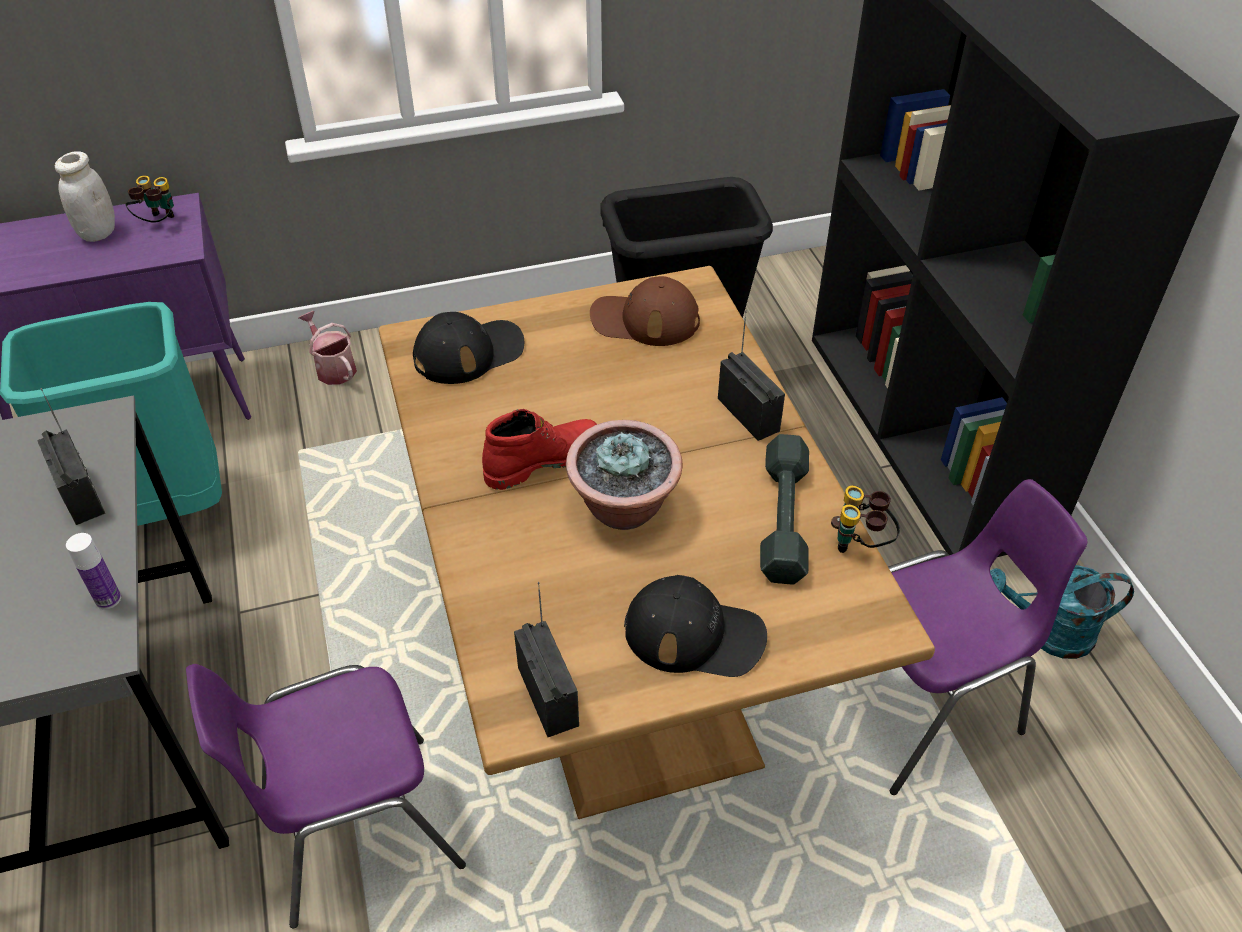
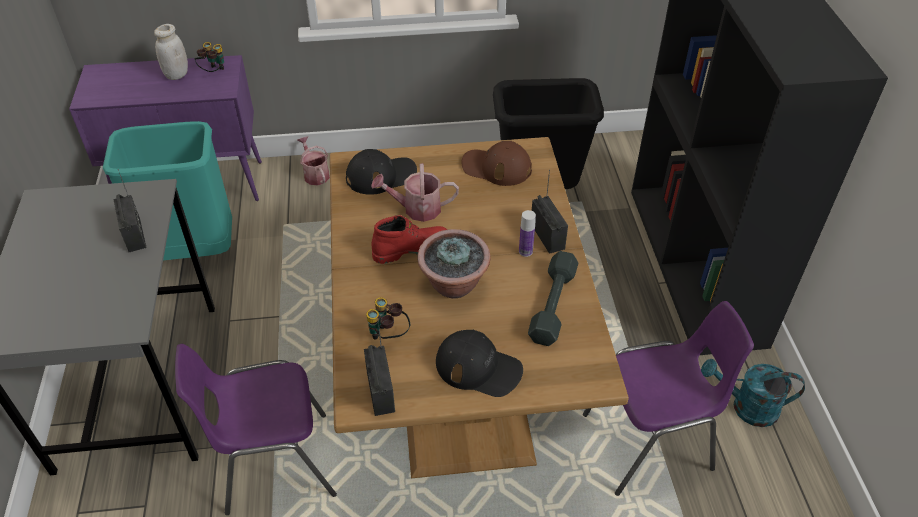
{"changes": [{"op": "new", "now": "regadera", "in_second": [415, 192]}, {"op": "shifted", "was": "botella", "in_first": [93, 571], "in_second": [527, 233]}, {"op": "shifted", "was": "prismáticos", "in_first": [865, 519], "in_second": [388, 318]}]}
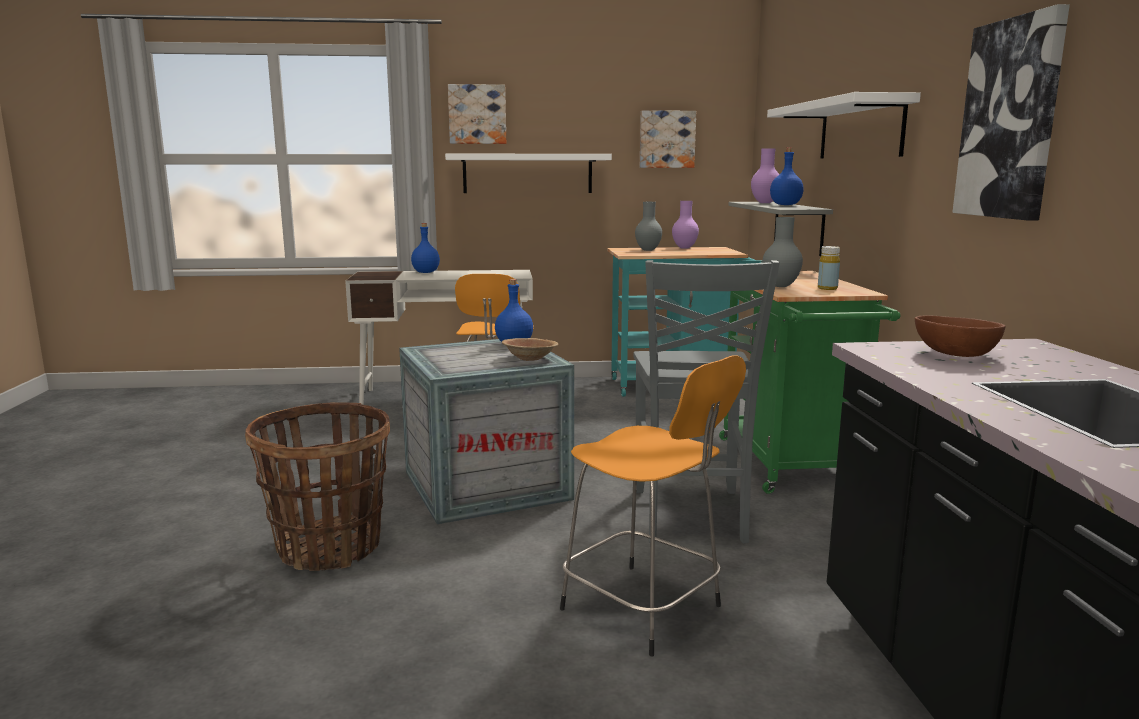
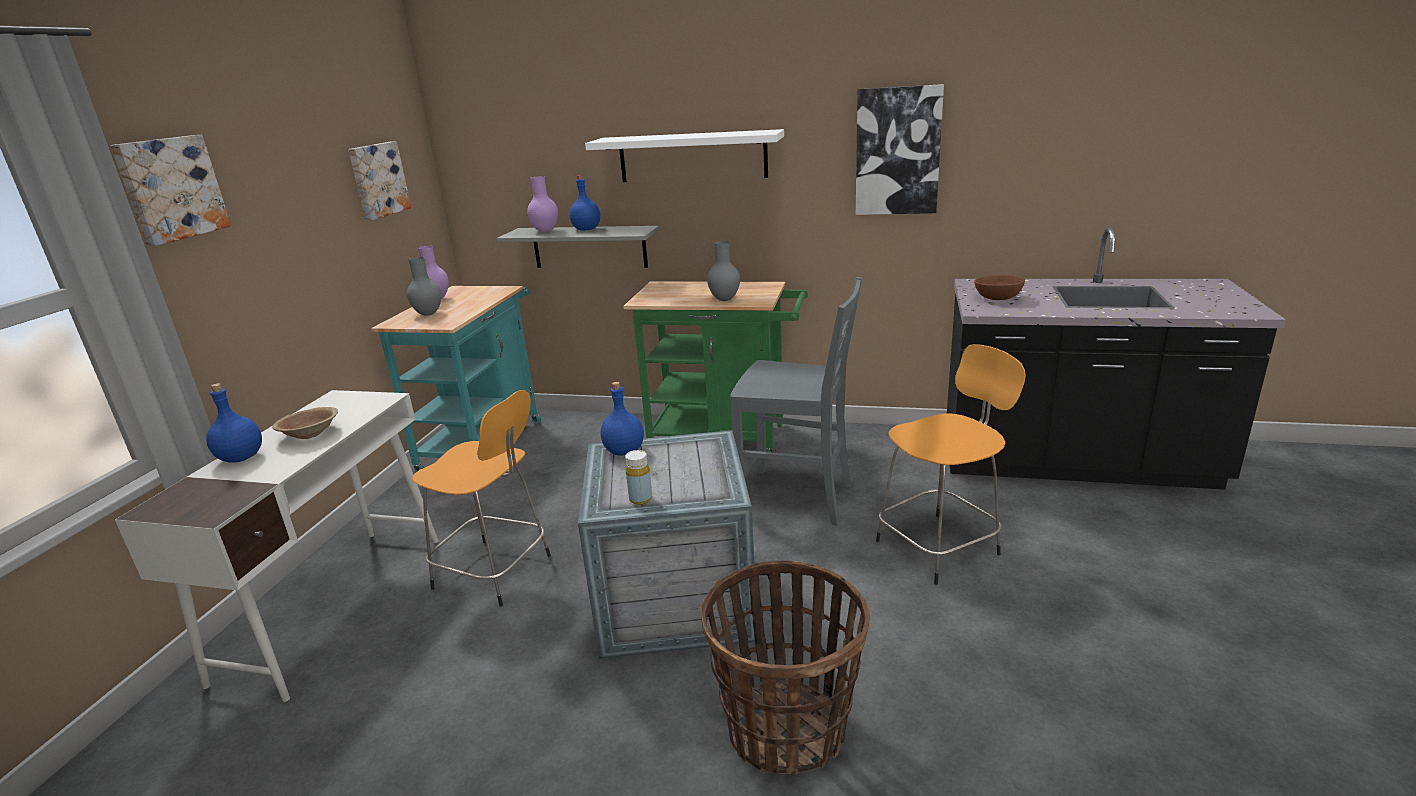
{"changes": [{"op": "gone", "was": "estante (blanco)", "in_first": [528, 173]}, {"op": "shifted", "was": "cuenco (marrón)", "in_first": [530, 349], "in_second": [305, 423]}, {"op": "shifted", "was": "botella (amarillo)", "in_first": [829, 268], "in_second": [638, 477]}]}
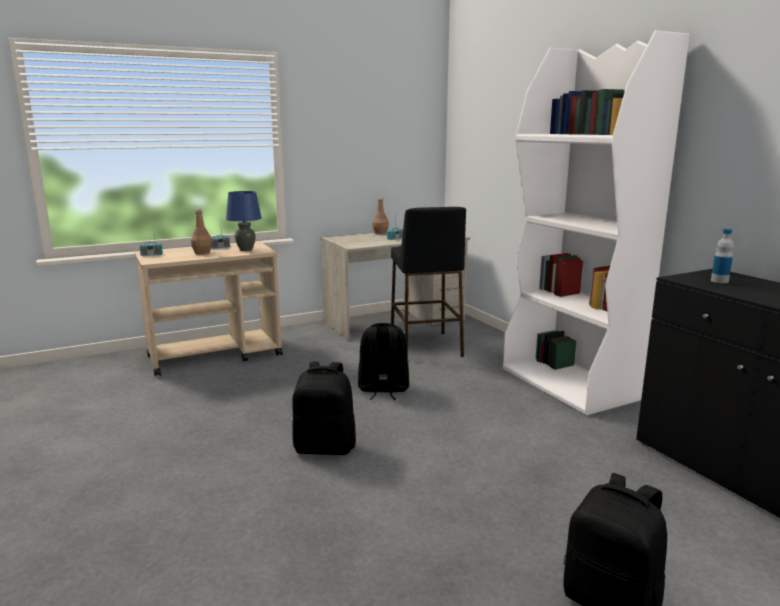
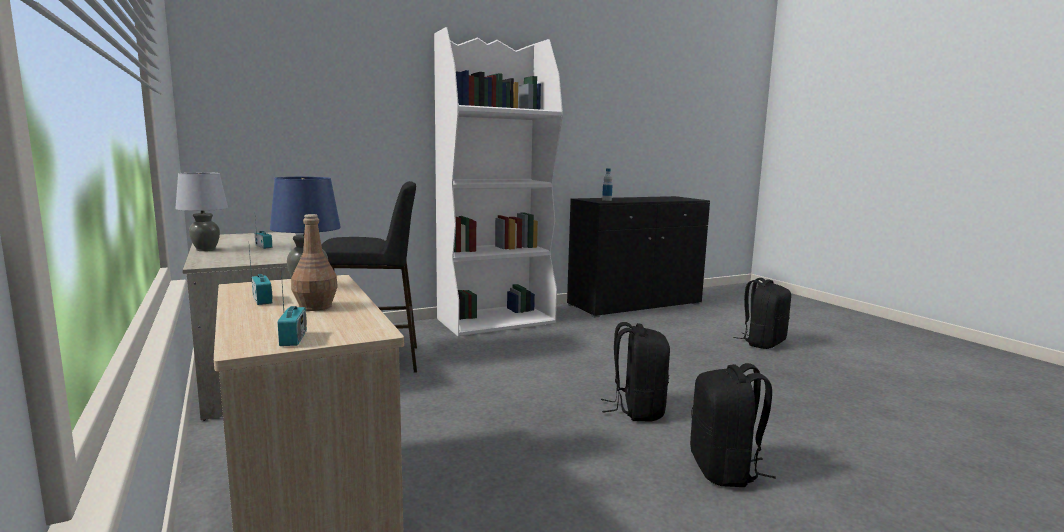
{"changes": [{"op": "shifted", "was": "mochila (negro)", "in_first": [383, 361], "in_second": [733, 425]}, {"op": "swapped", "was": "botella (marrón)", "now": "lámpara de mesa (gris)", "in_first": [380, 216], "in_second": [201, 211]}]}
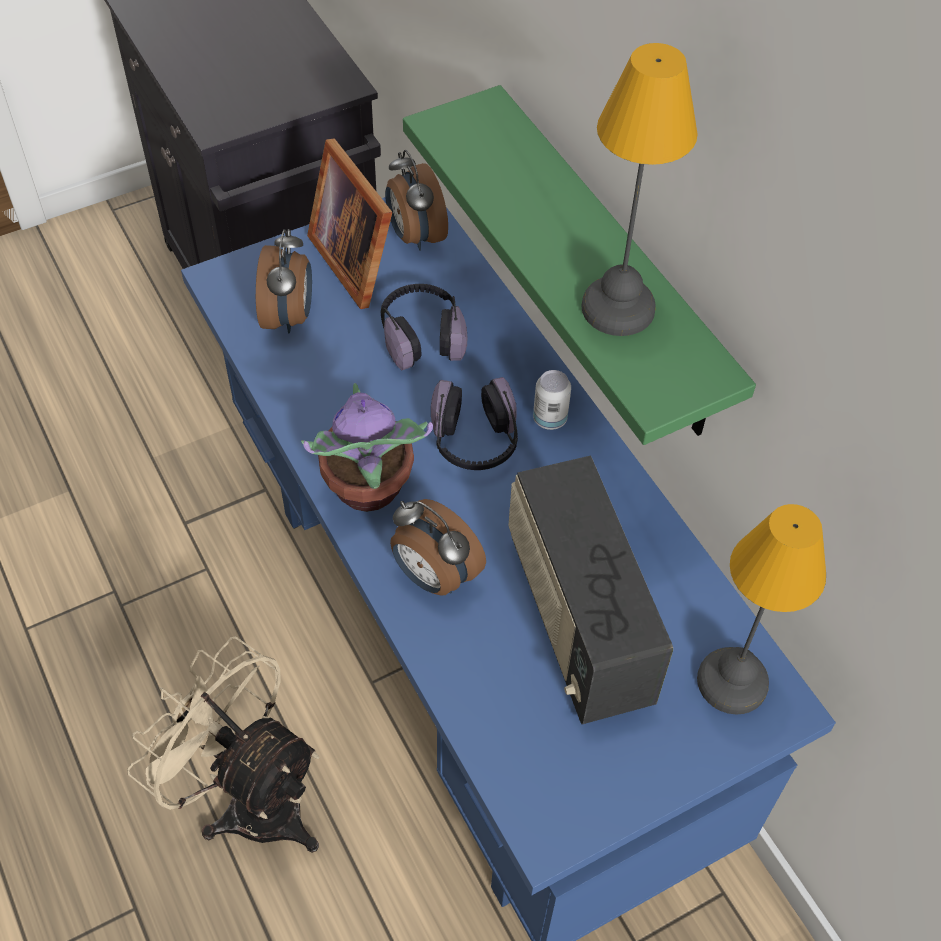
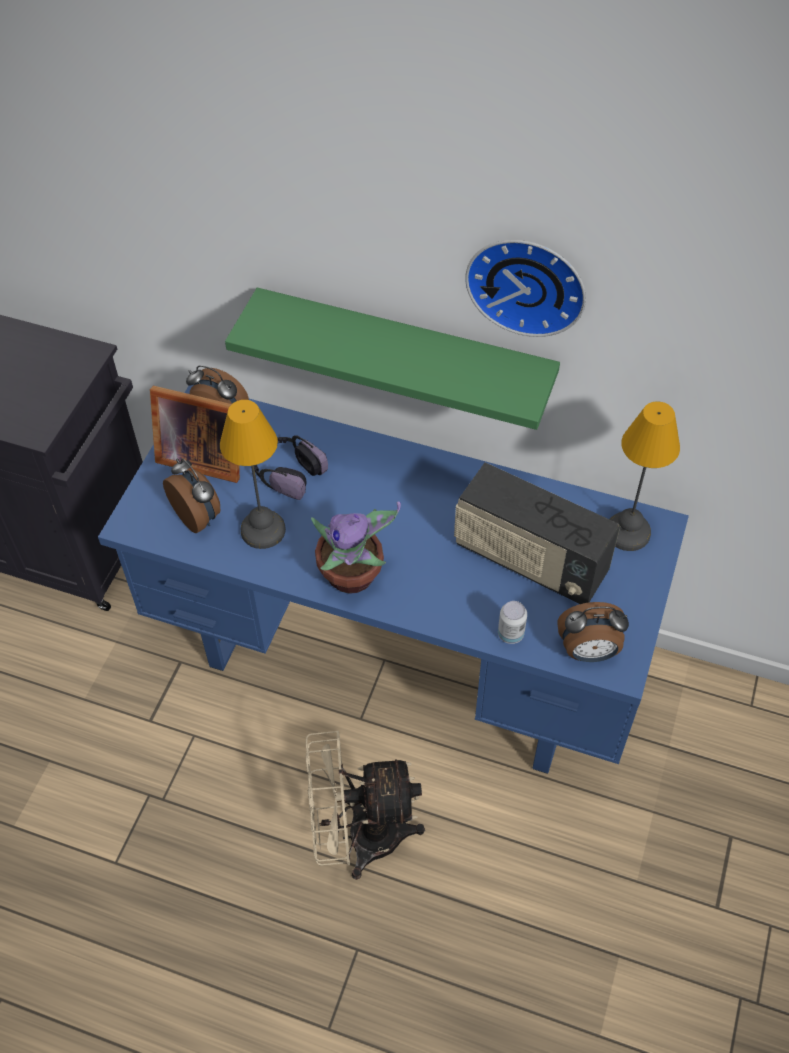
{"changes": [{"op": "gone", "was": "auriculares", "in_first": [474, 423]}, {"op": "new", "now": "reloj de pared", "in_second": [525, 288]}, {"op": "shifted", "was": "despertador", "in_first": [438, 547], "in_second": [593, 632]}, {"op": "shifted", "was": "lata", "in_first": [552, 400], "in_second": [512, 622]}, {"op": "shifted", "was": "lámpara de mesa", "in_first": [639, 189], "in_second": [253, 474]}]}
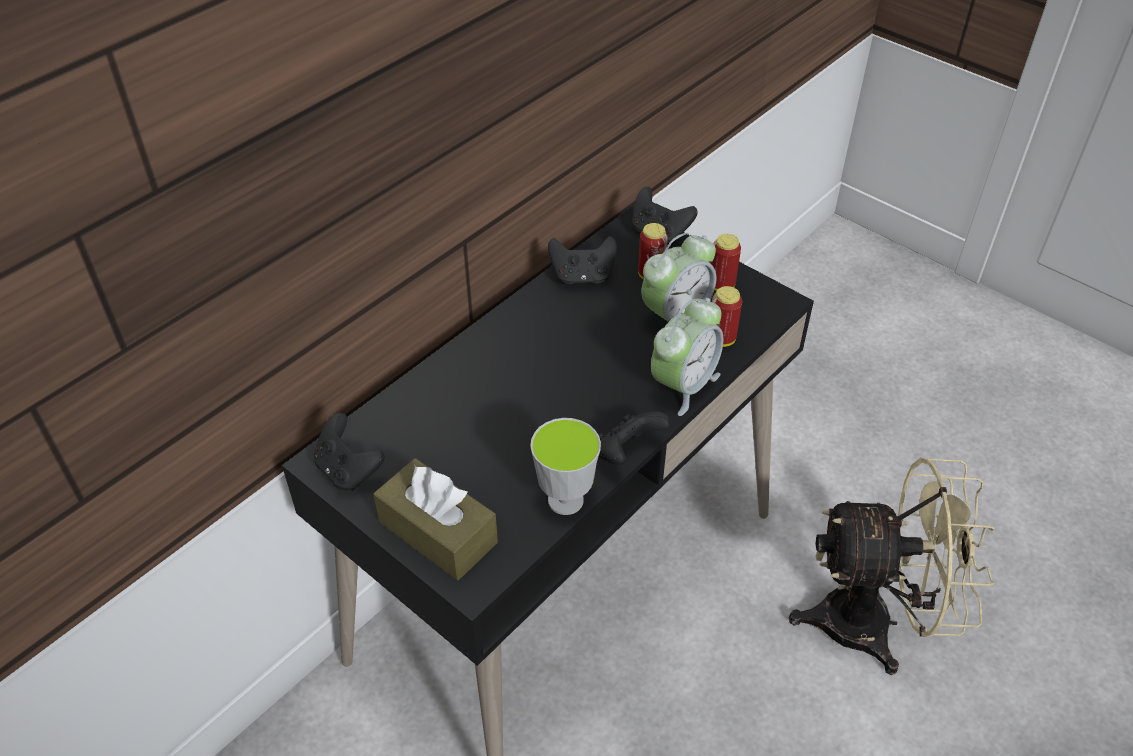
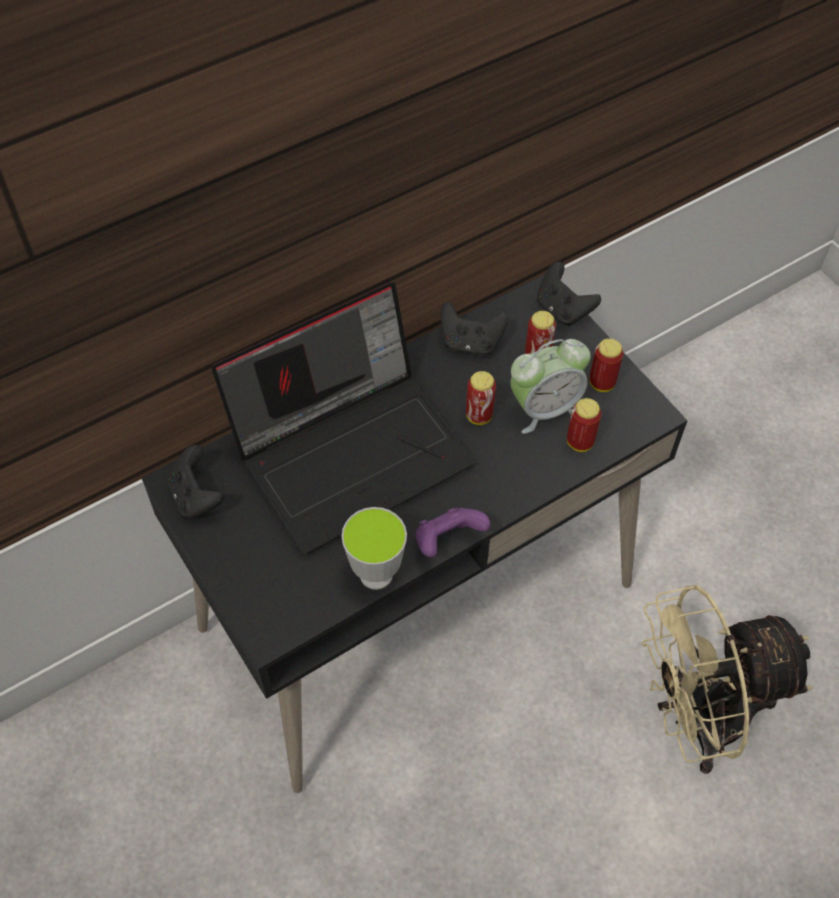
{"changes": [{"op": "gone", "was": "caja de pañuelos (marrón)", "in_first": [435, 519]}, {"op": "gone", "was": "despertador", "in_first": [687, 357]}, {"op": "new", "now": "portátil", "in_second": [343, 418]}, {"op": "new", "now": "lata", "in_second": [481, 398]}, {"op": "repainted", "was": "mando de consola (negro)", "now": "mando de consola (morado)", "in_first": [635, 438], "in_second": [453, 532]}, {"op": "rotated", "was": "ventilador (beis)", "in_first": [891, 566], "in_second": [727, 679], "clockwise": 150}]}
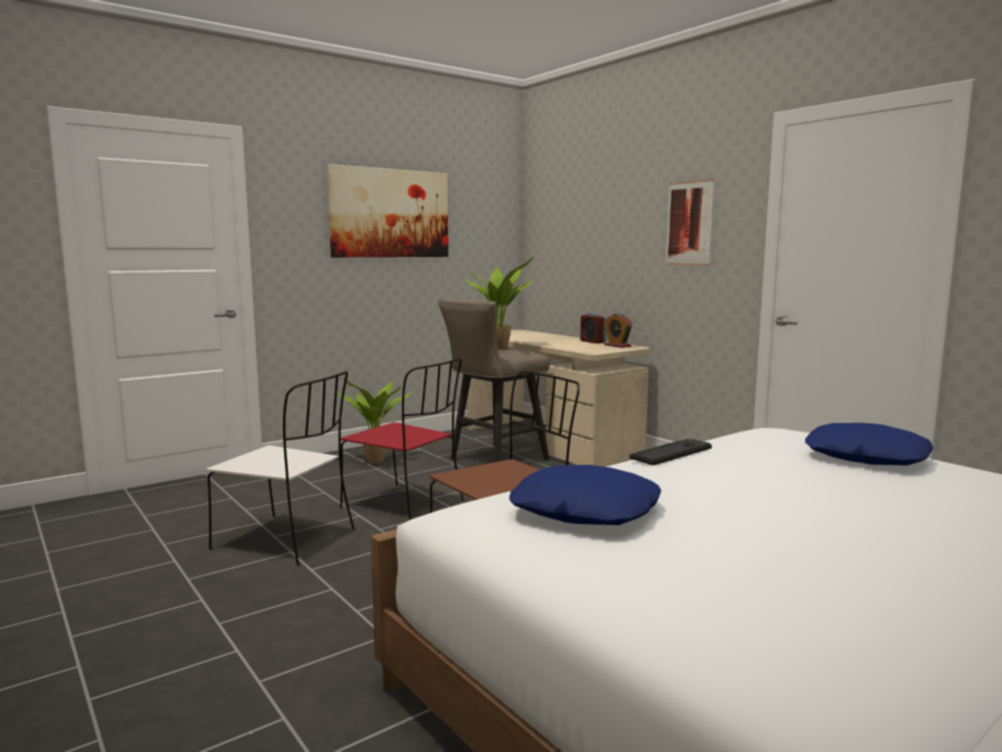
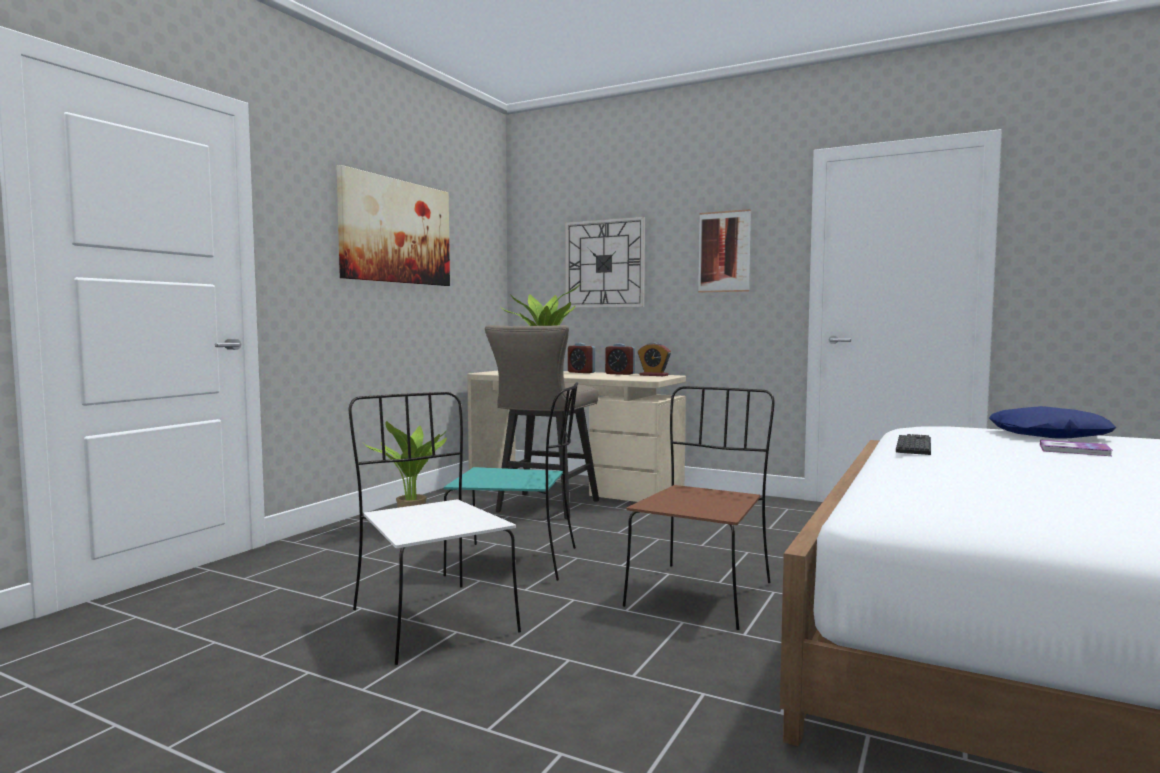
{"changes": [{"op": "gone", "was": "cojín (azul)", "in_first": [585, 495]}, {"op": "new", "now": "reloj de pared", "in_second": [605, 262]}, {"op": "new", "now": "despertador", "in_second": [581, 358]}, {"op": "new", "now": "libro", "in_second": [1076, 448]}, {"op": "repainted", "was": "silla (rojo)", "now": "silla (turquesa)", "in_first": [402, 439], "in_second": [511, 481]}, {"op": "rotated", "was": "silla (blanco)", "in_first": [280, 468], "in_second": [435, 528], "clockwise": -120}]}
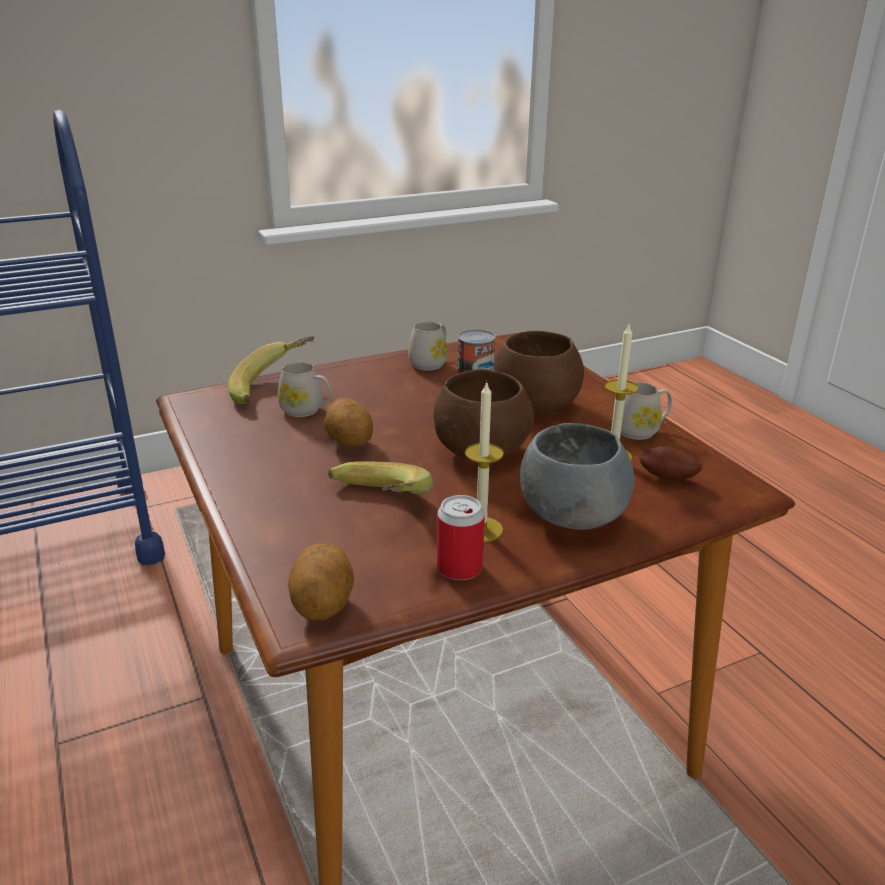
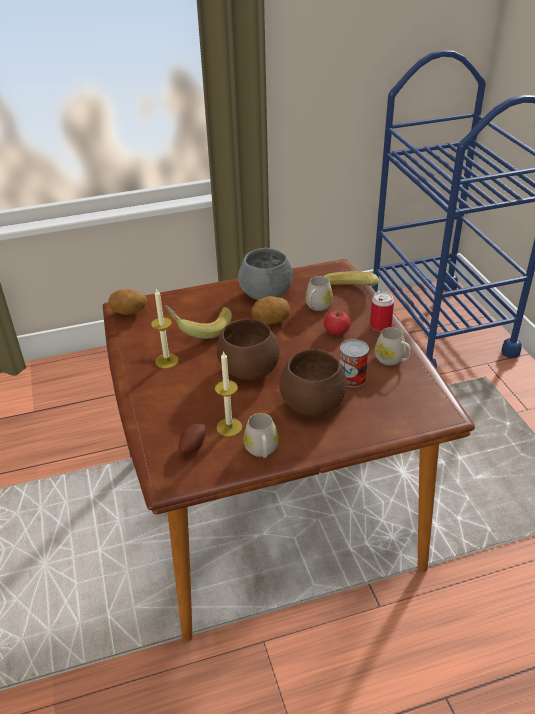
{"changes": [{"op": "new", "now": "tomate", "in_second": [337, 323]}, {"op": "shifted", "was": "lata", "in_first": [461, 537], "in_second": [382, 311]}, {"op": "shifted", "was": "cuenco (gris)", "in_first": [577, 476], "in_second": [265, 274]}]}
